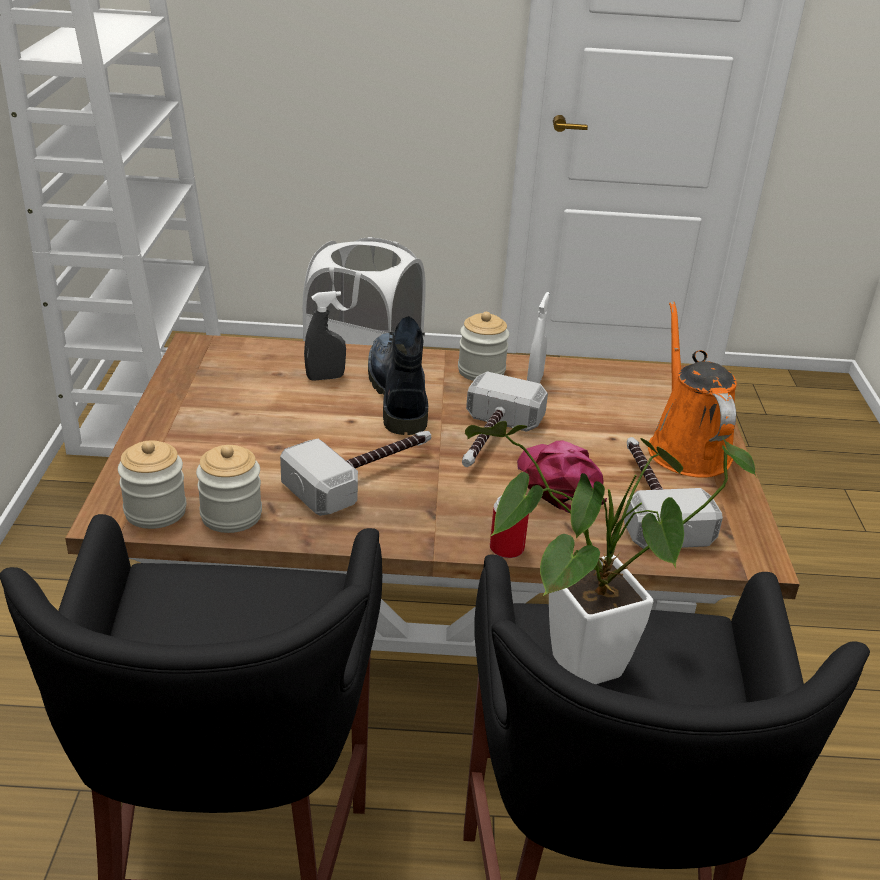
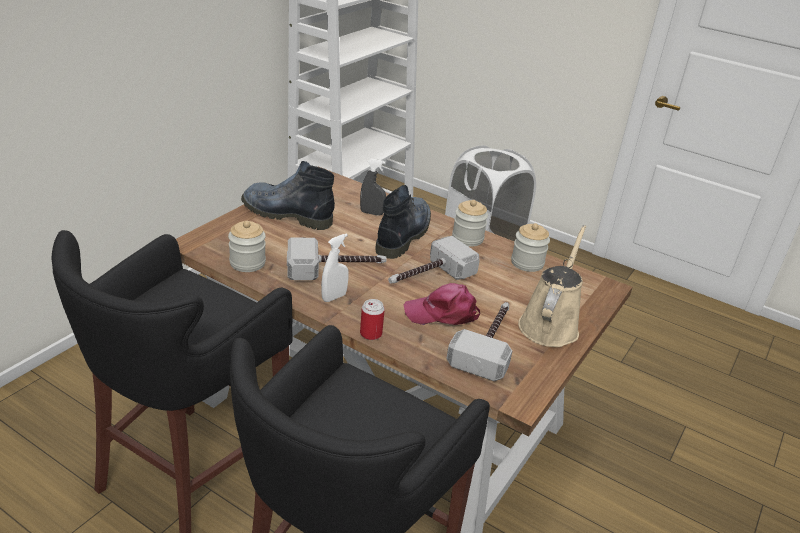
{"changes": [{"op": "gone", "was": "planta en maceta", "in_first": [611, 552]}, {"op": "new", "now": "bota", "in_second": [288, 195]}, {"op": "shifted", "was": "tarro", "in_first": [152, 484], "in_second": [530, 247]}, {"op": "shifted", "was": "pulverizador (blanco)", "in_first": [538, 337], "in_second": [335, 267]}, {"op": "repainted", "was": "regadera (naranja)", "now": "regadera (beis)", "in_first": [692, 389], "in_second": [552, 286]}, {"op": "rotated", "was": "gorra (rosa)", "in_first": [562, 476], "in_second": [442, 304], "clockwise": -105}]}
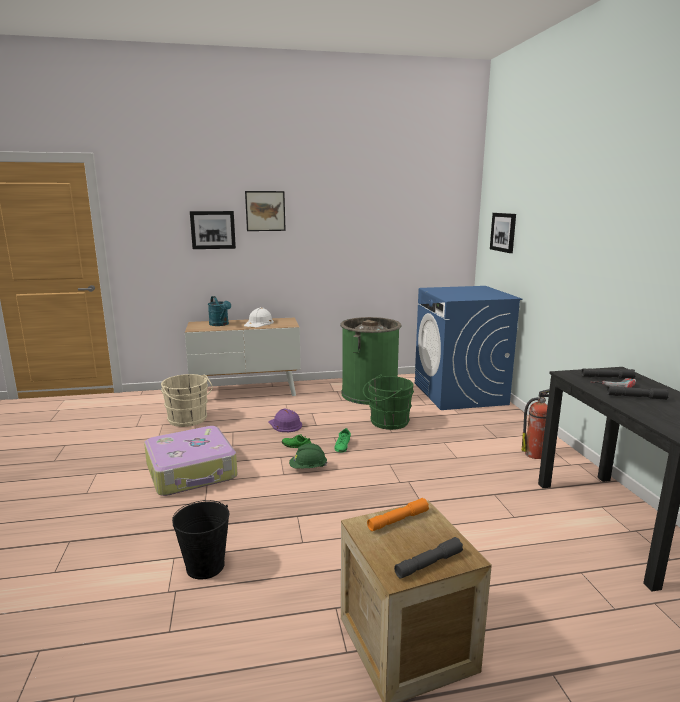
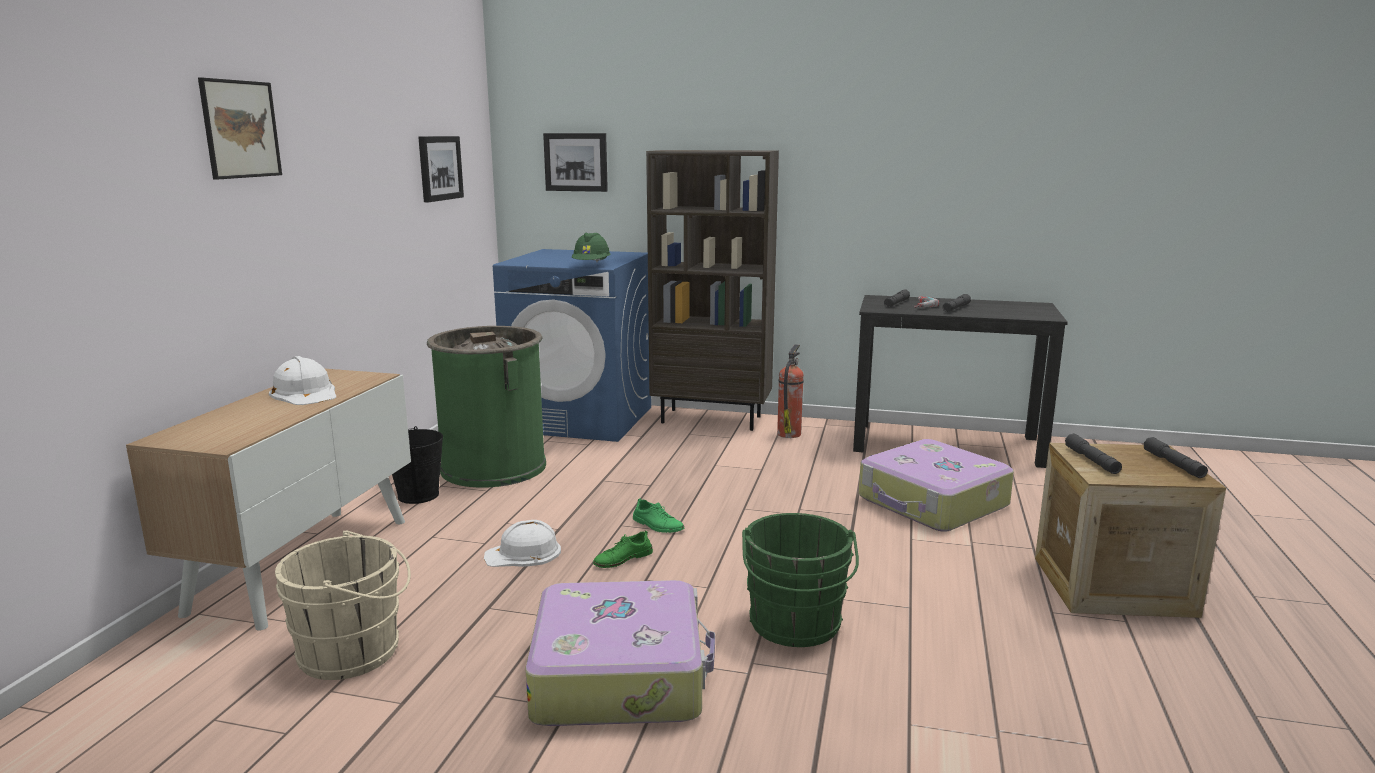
{"changes": [{"op": "gone", "was": "regadera (turquesa)", "in_first": [219, 311]}, {"op": "new", "now": "estantería (marrón)", "in_second": [712, 290]}, {"op": "new", "now": "maleta", "in_second": [936, 485]}, {"op": "shifted", "was": "cubo (negro)", "in_first": [200, 540], "in_second": [417, 465]}, {"op": "shifted", "was": "cuadro", "in_first": [213, 230], "in_second": [441, 169]}, {"op": "shifted", "was": "casco (verde)", "in_first": [308, 455], "in_second": [591, 247]}, {"op": "shifted", "was": "cubo (verde)", "in_first": [388, 402], "in_second": [800, 580]}, {"op": "repainted", "was": "casco (morado)", "now": "casco (blanco)", "in_first": [285, 420], "in_second": [522, 543]}, {"op": "repainted", "was": "linterna (naranja)", "now": "linterna (gris)", "in_first": [398, 514], "in_second": [1093, 453]}]}
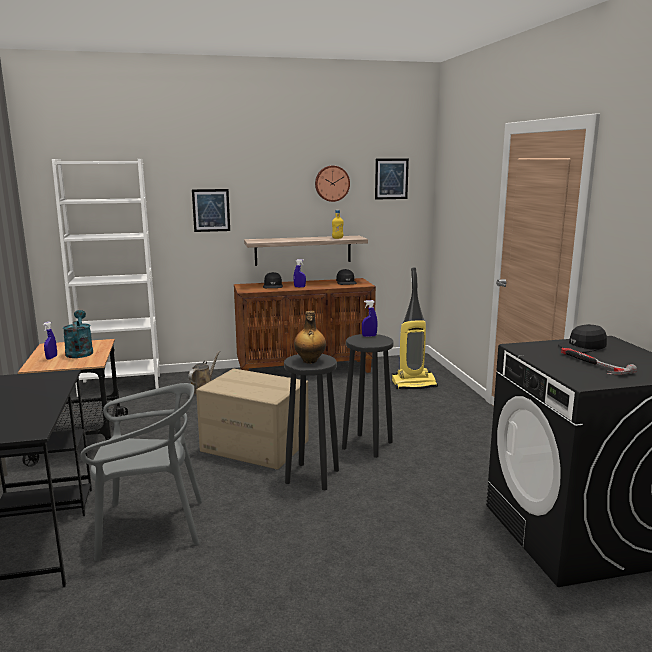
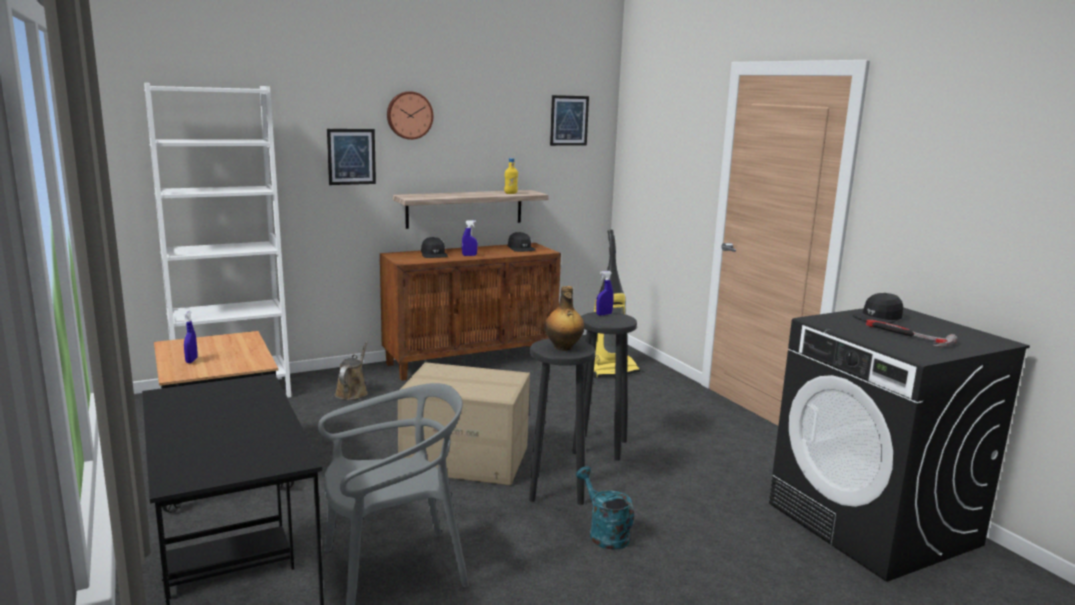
{"changes": [{"op": "shifted", "was": "regadera (turquesa)", "in_first": [78, 334], "in_second": [605, 508]}, {"op": "shifted", "was": "reloj de pared", "in_first": [332, 184], "in_second": [410, 115]}]}
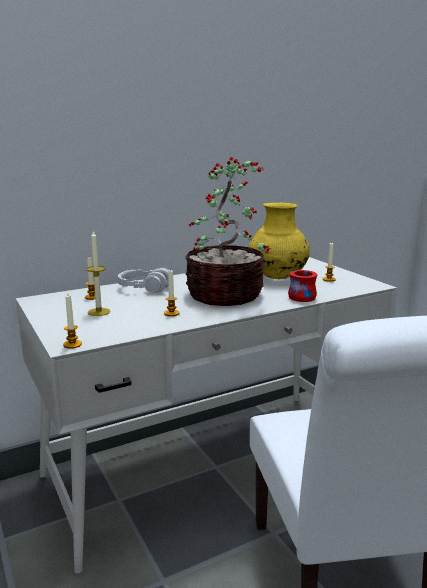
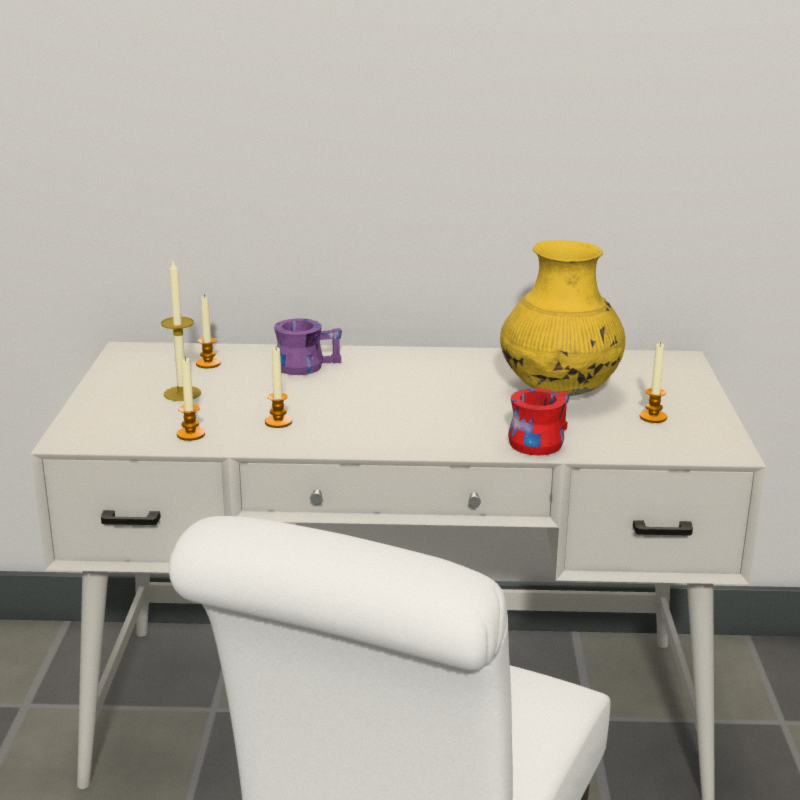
{"changes": [{"op": "gone", "was": "planta en maceta", "in_first": [228, 231]}, {"op": "shifted", "was": "vela", "in_first": [72, 321], "in_second": [191, 399]}, {"op": "swapped", "was": "auriculares (gris)", "now": "taza grande (morado)", "in_first": [143, 280], "in_second": [308, 347]}]}
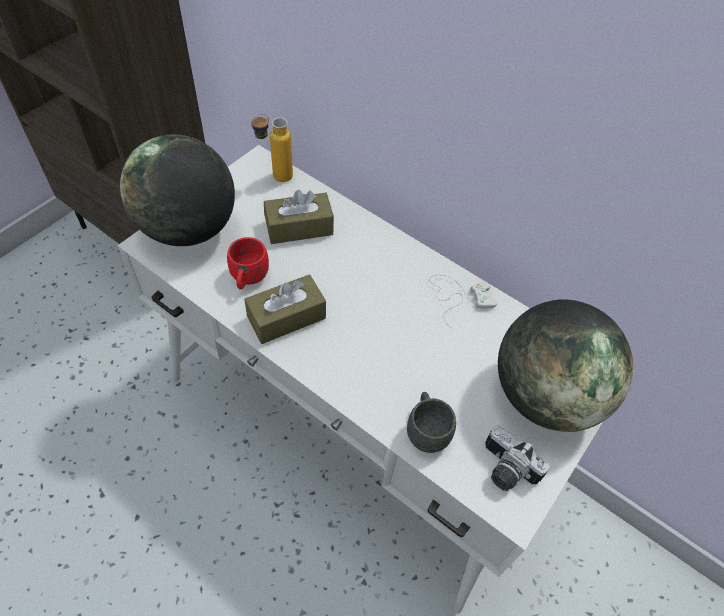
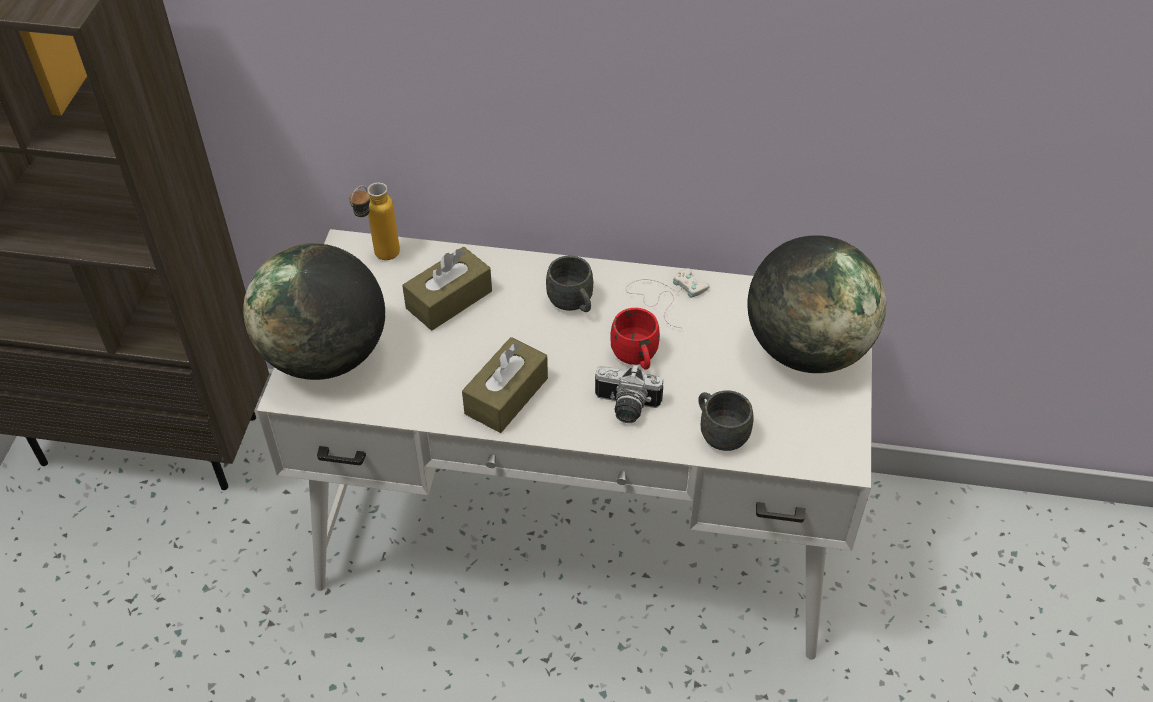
{"changes": [{"op": "new", "now": "taza grande (gris)", "in_second": [569, 284]}, {"op": "shifted", "was": "taza grande (rojo)", "in_first": [248, 263], "in_second": [635, 338]}, {"op": "shifted", "was": "cámara", "in_first": [517, 458], "in_second": [629, 393]}]}
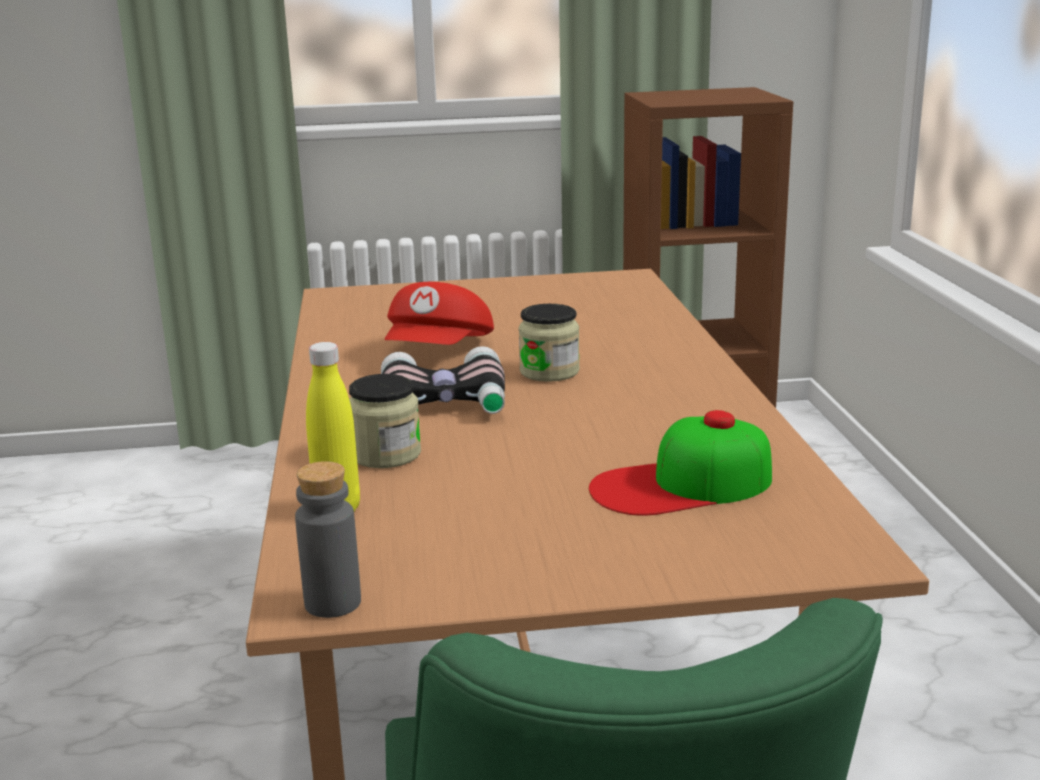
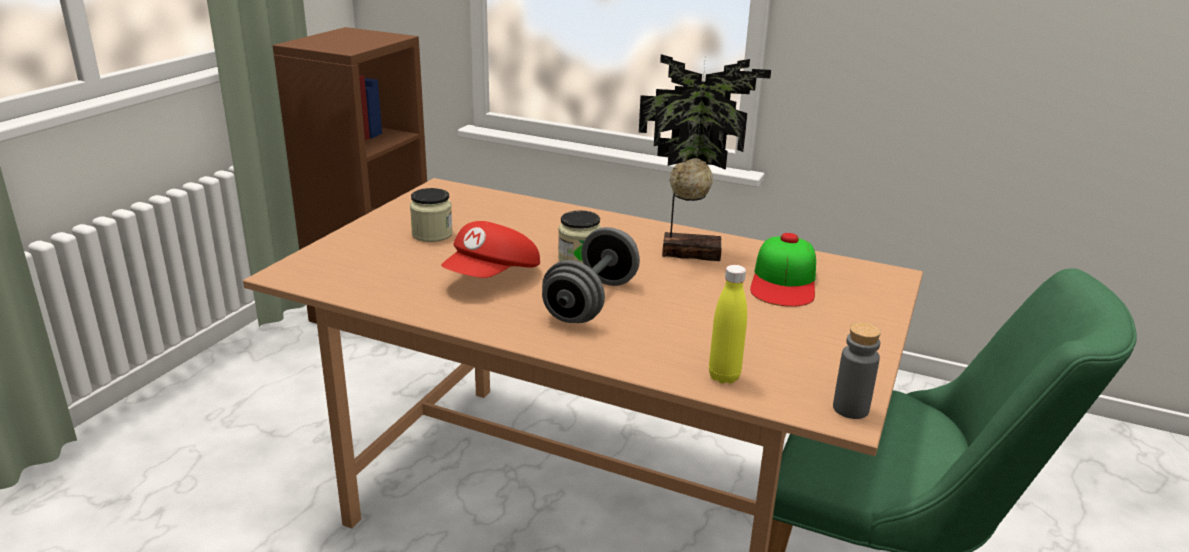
{"changes": [{"op": "new", "now": "planta en maceta", "in_second": [705, 157]}, {"op": "shifted", "was": "tarro", "in_first": [385, 421], "in_second": [431, 215]}, {"op": "swapped", "was": "prismáticos", "now": "mancuerna (gris)", "in_first": [443, 380], "in_second": [591, 275]}, {"op": "rotated", "was": "gorra (rojo)", "in_first": [439, 313], "in_second": [490, 249], "clockwise": 75}]}
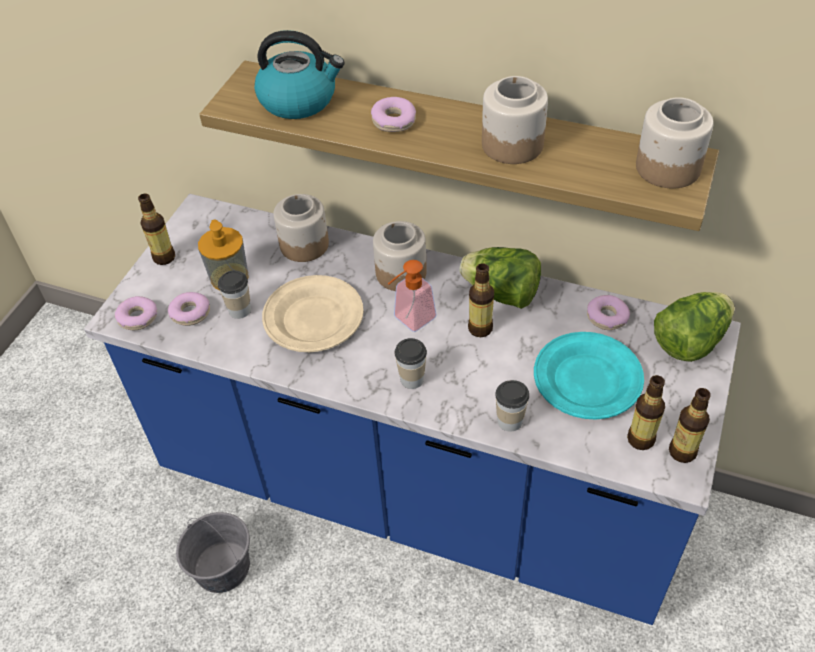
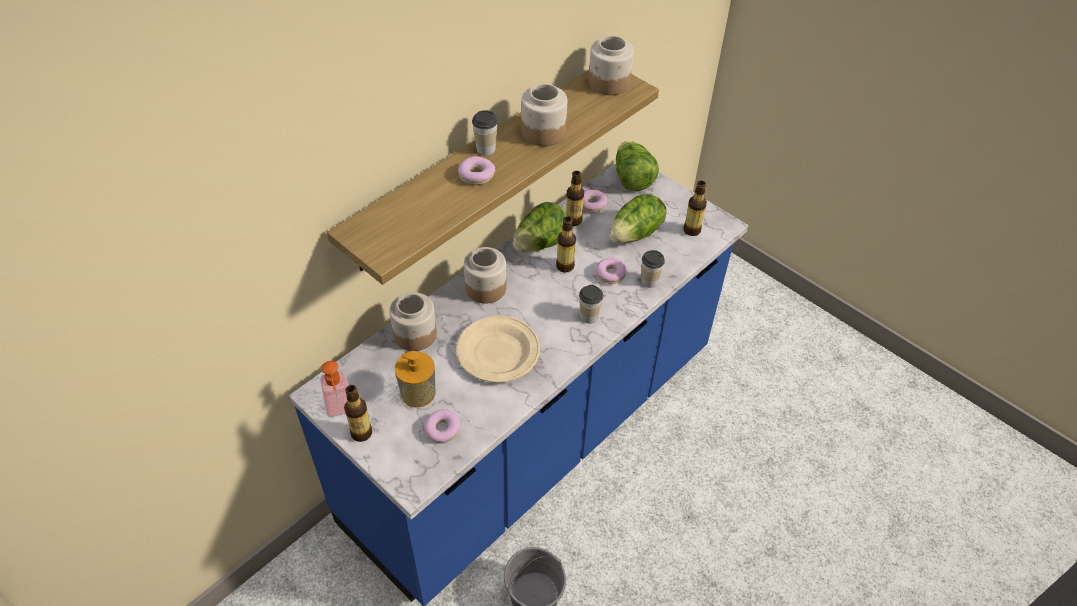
{"changes": [{"op": "gone", "was": "hervidor", "in_first": [299, 74]}, {"op": "shifted", "was": "rosquilla", "in_first": [136, 313], "in_second": [611, 271]}, {"op": "shifted", "was": "taza", "in_first": [234, 294], "in_second": [485, 132]}, {"op": "shifted", "was": "dispensador de jabón", "in_first": [412, 296], "in_second": [334, 389]}, {"op": "shifted", "was": "botella", "in_first": [690, 425], "in_second": [575, 198]}, {"op": "swapped", "was": "plato (turquesa)", "now": "lechuga", "in_first": [589, 375], "in_second": [638, 218]}]}
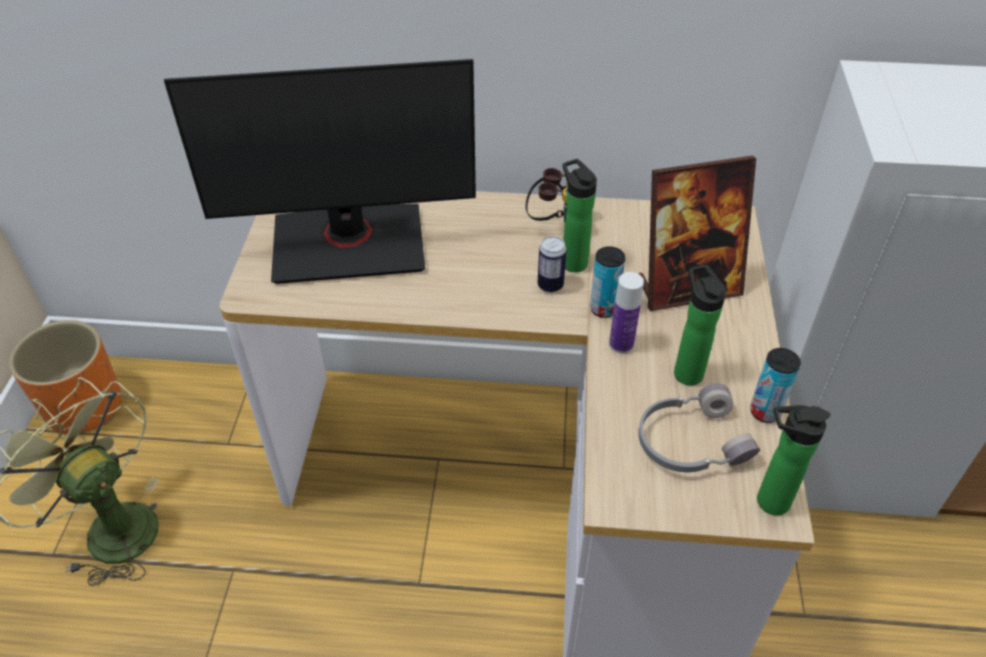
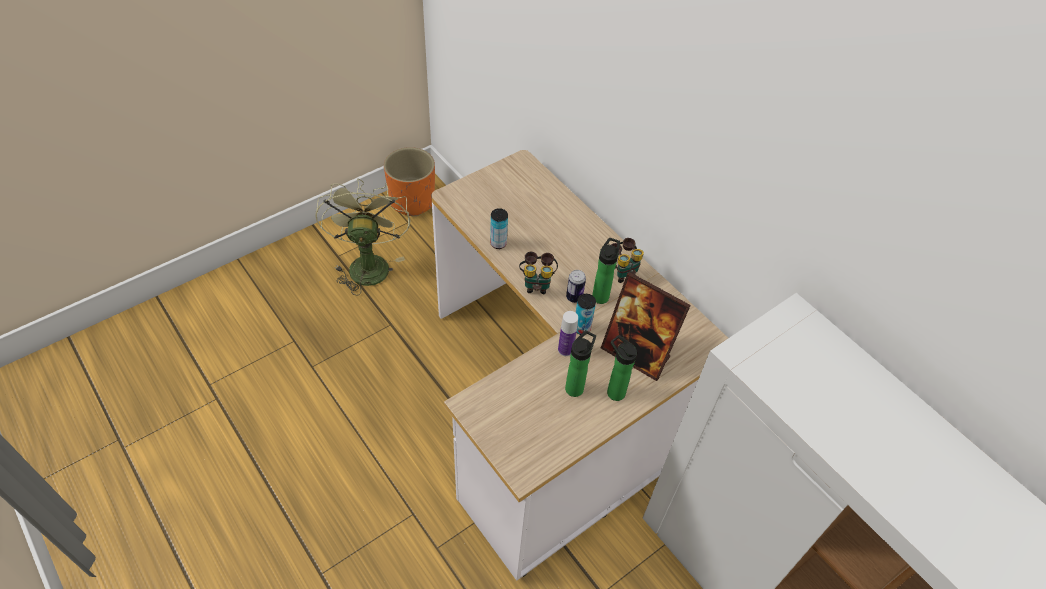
{"changes": [{"op": "gone", "was": "monitor", "in_first": [320, 171]}, {"op": "gone", "was": "auriculares (gris)", "in_first": [699, 427]}, {"op": "new", "now": "prismáticos", "in_second": [538, 273]}, {"op": "shifted", "was": "lata", "in_first": [775, 385], "in_second": [499, 228]}, {"op": "shifted", "was": "botella", "in_first": [793, 460], "in_second": [622, 368]}]}
